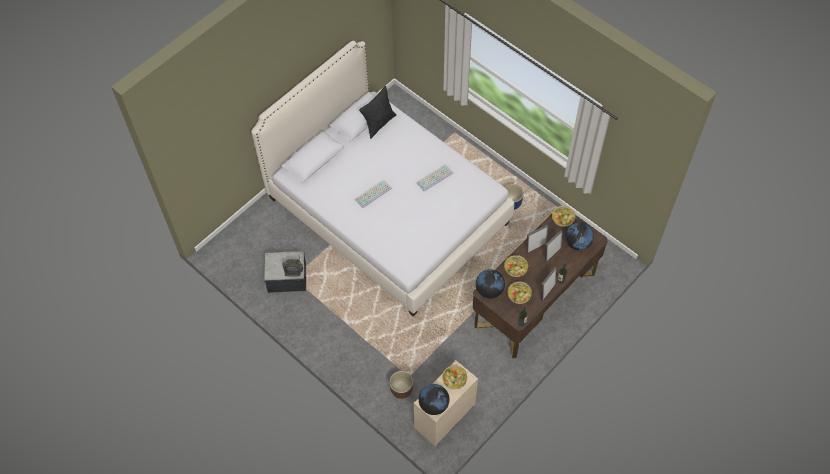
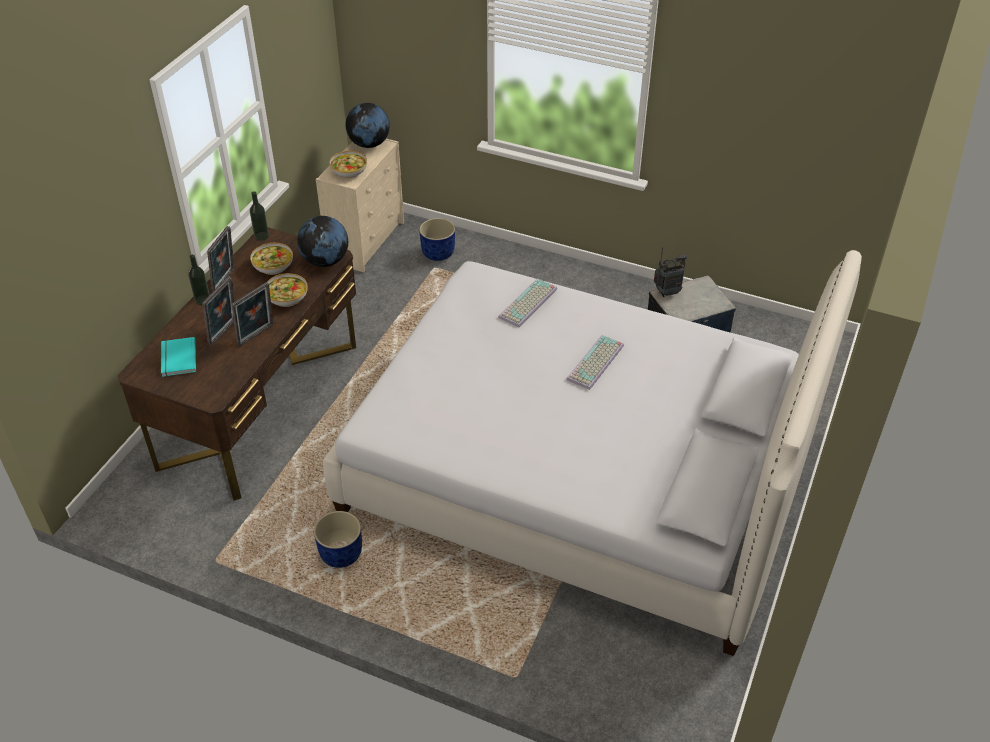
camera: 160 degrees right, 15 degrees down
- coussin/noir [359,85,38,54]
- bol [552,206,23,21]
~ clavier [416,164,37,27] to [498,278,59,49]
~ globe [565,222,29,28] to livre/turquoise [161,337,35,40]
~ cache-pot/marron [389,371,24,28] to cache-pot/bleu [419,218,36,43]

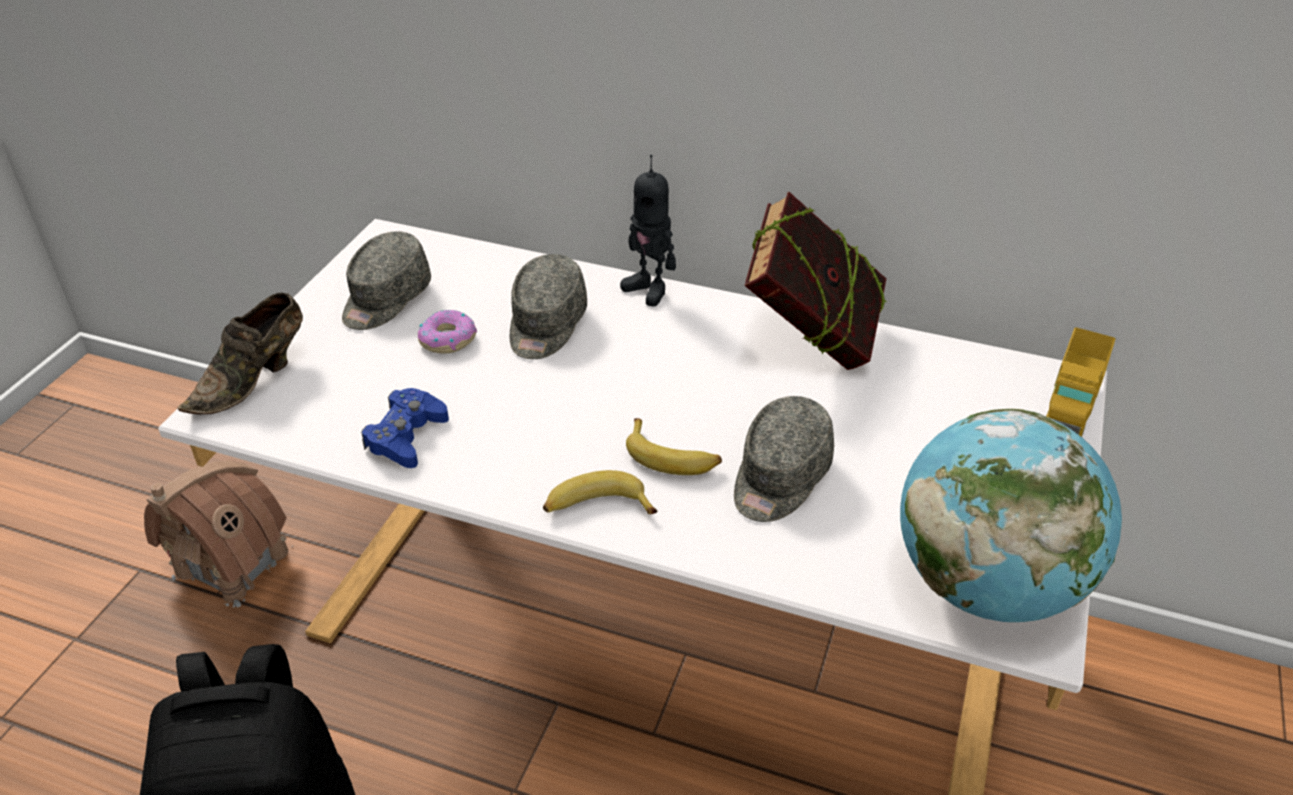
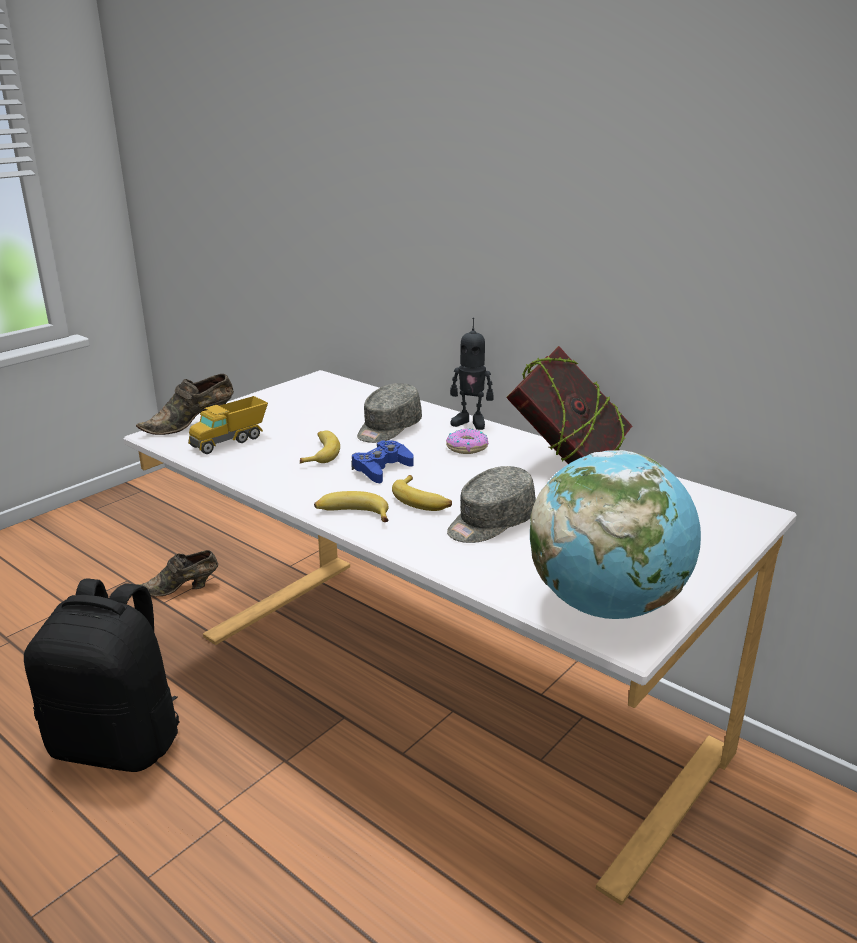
camera: 20 degrees right, 15 degrees down
- casquette/gris [342,231,89,99]
+ banane [300,431,40,32]
~ manette/bleu [361,388,88,80] to [351,440,62,43]
~ beignet [418,310,59,44] to [446,428,43,26]
~ camion jouet [1046,327,70,110] to [188,396,80,58]
~ maison miniature [144,461,149,147] to chaussure/marron [138,550,80,46]
~ robot jouet [620,155,56,151] = [450,318,43,112] 45 degrees counterclockwise

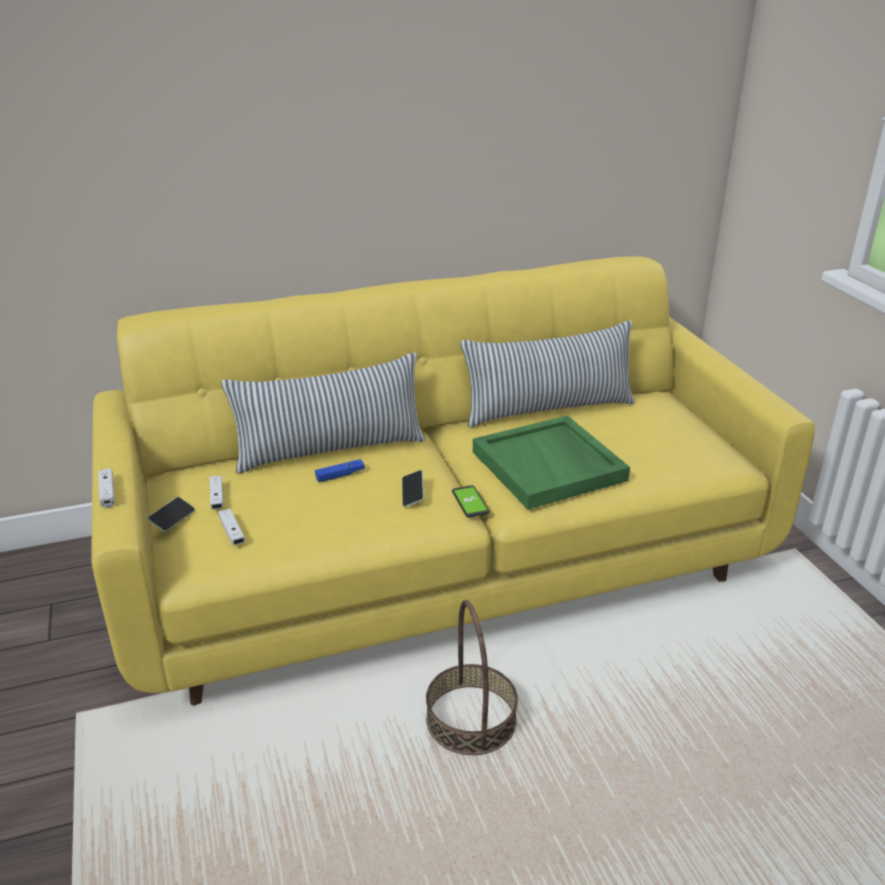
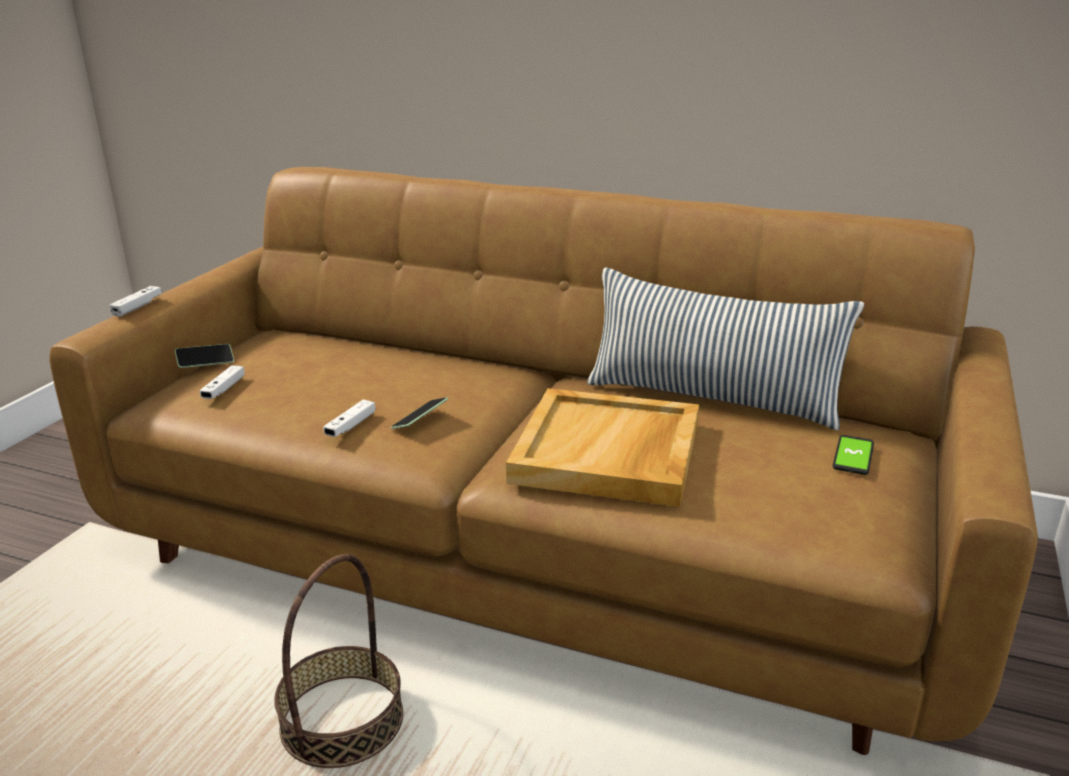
camera: 40 degrees right, 5 degrees down
- coussin [221,353,204,121]
- manette/bleu [315,459,50,23]
~ manette/blanc [210,475,14,35] to [323,400,52,37]
~ téléphone [452,485,38,32] to [833,435,41,40]
~ canapé/jaune [91,256,724,450] to canapé/marron [49,167,989,588]
~ plateau/vert [473,415,157,94] to plateau/beige [506,388,193,119]

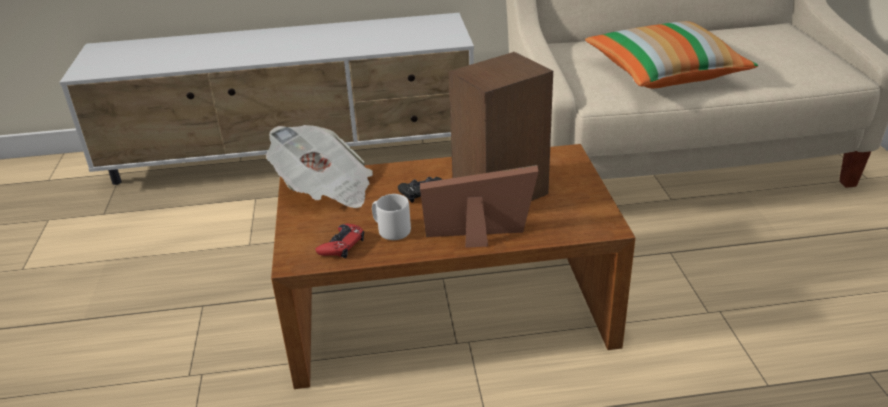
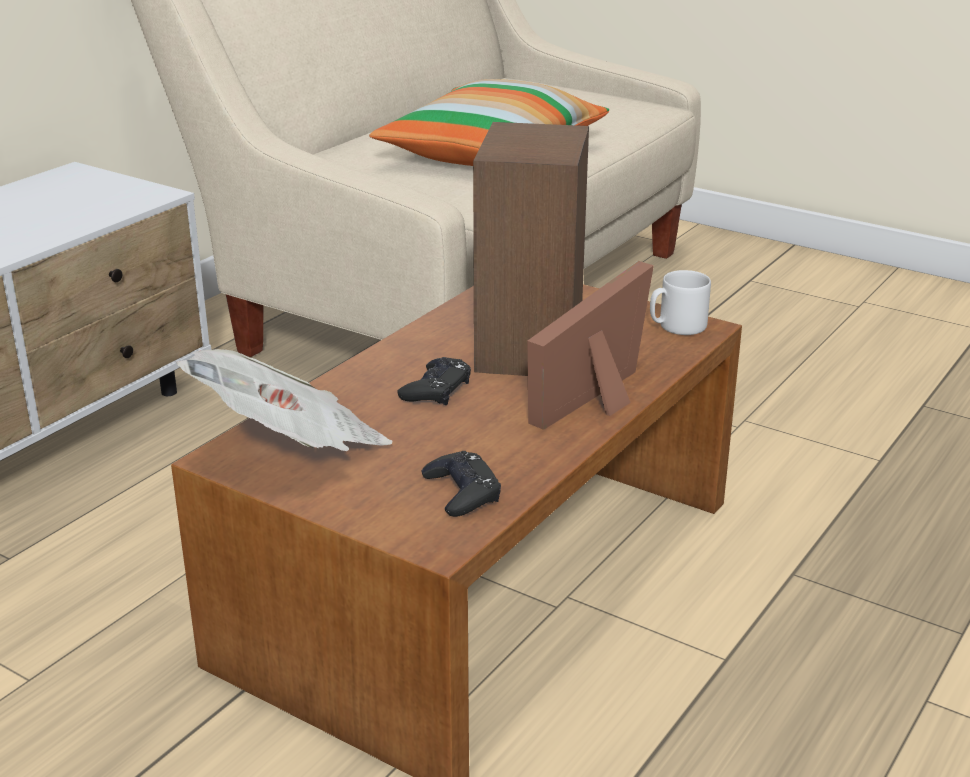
camera: 50 degrees left, 5 degrees down
~ mug/gris [372,194,39,46] to [650,270,61,65]
~ manette/rouge [315,224,49,34] to manette/noir [421,451,80,66]

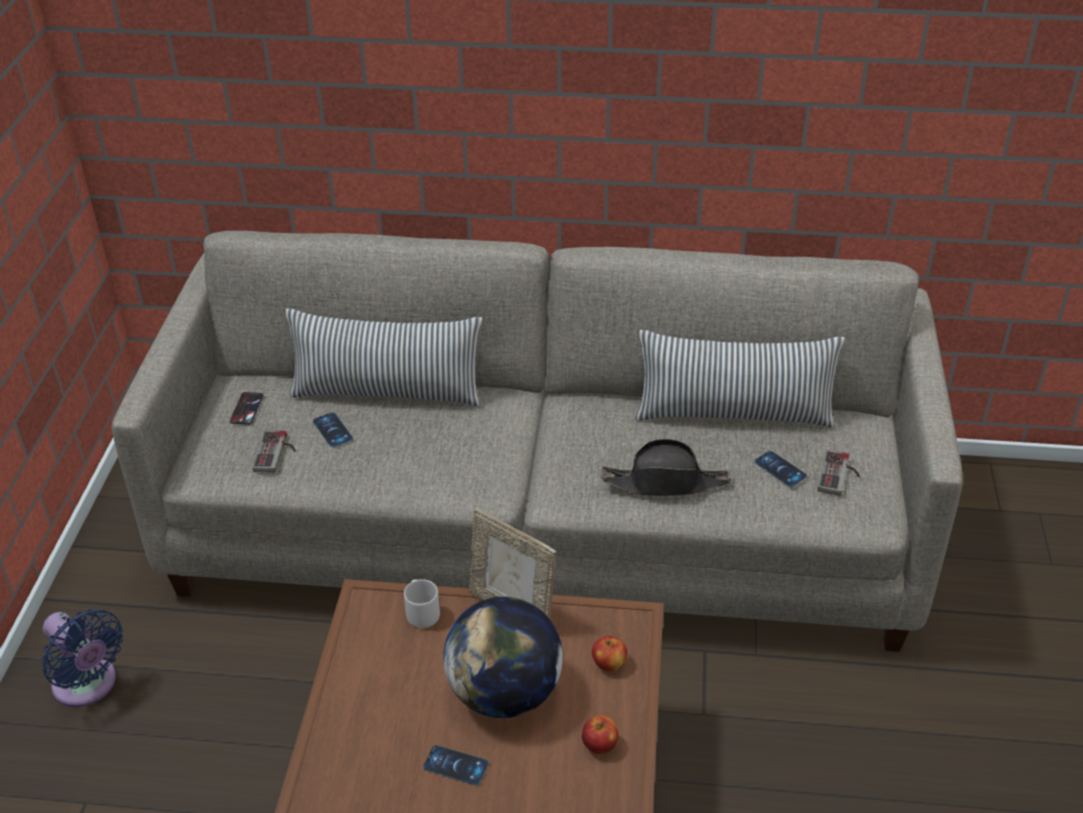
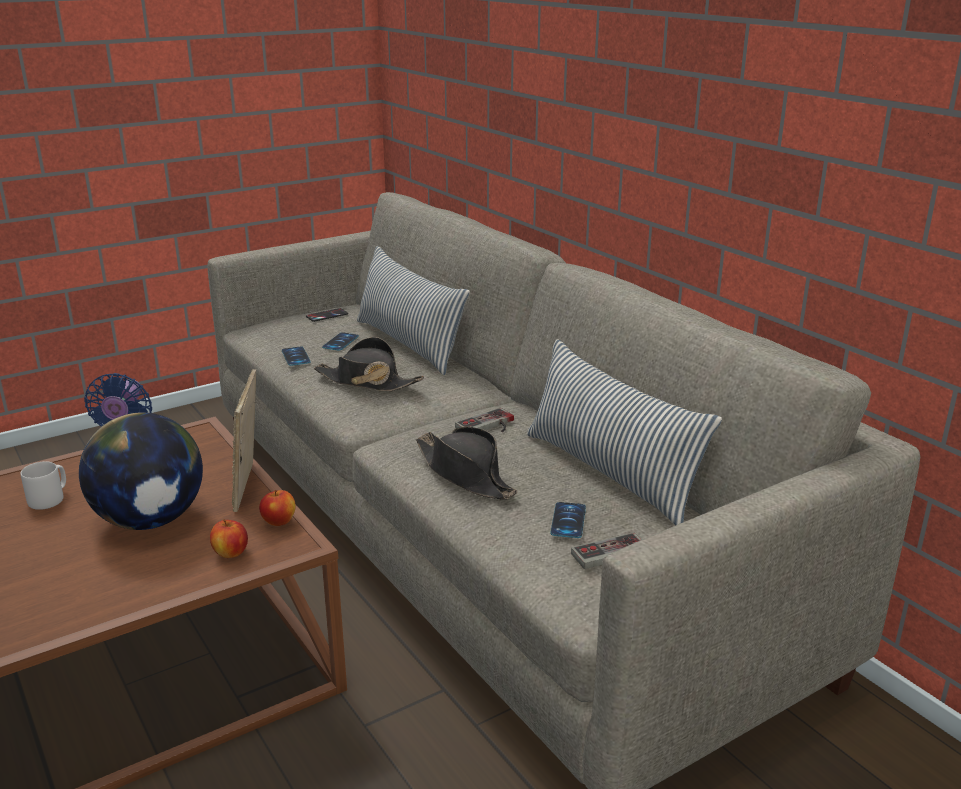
camera: 50 degrees right, 15 degrees down
+ chapeau/noir [314,337,110,54]
~ manette [253,430,43,43] to [455,408,59,24]
~ mug/gris [404,579,36,49] to [20,461,46,49]
~ téléphone [423,745,66,40] to [282,346,29,20]
~ pomme [582,715,37,39] to [259,490,37,36]

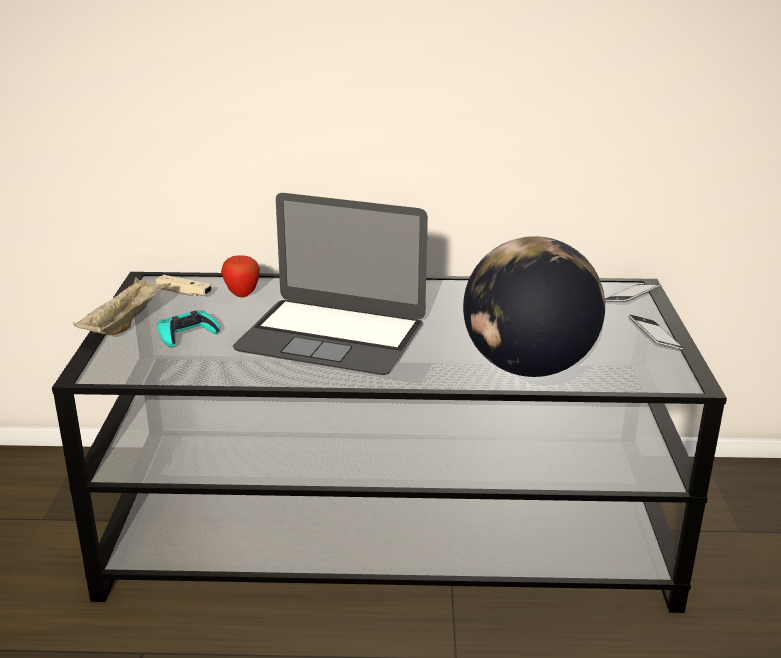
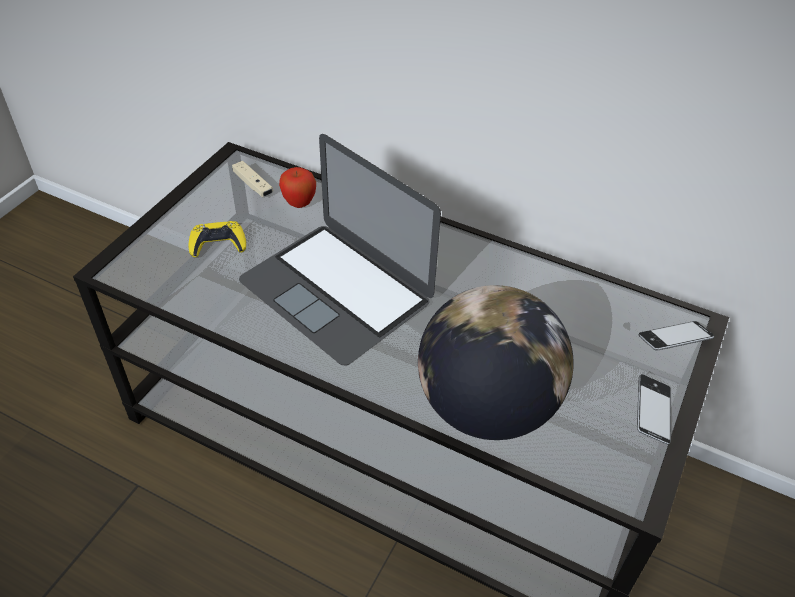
camera: 25 degrees right, 20 degrees up
- plateau/beige [73,277,98,58]
~ manette/turquoise [157,310,63,37] to manette/jaune [189,221,57,36]

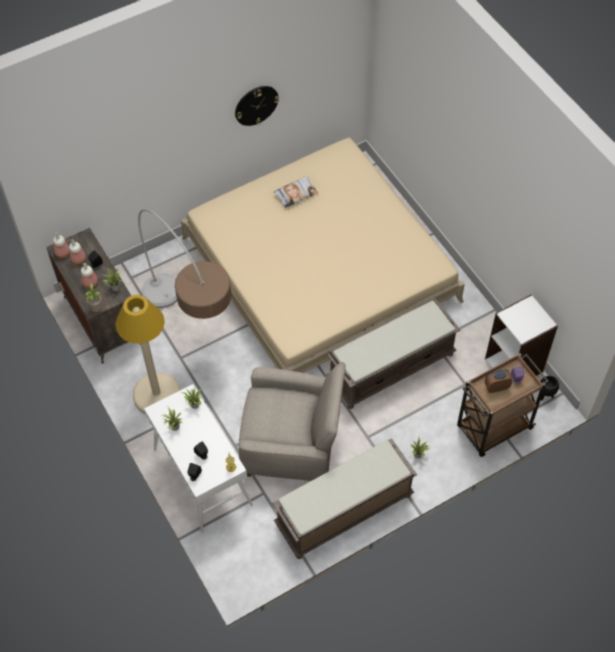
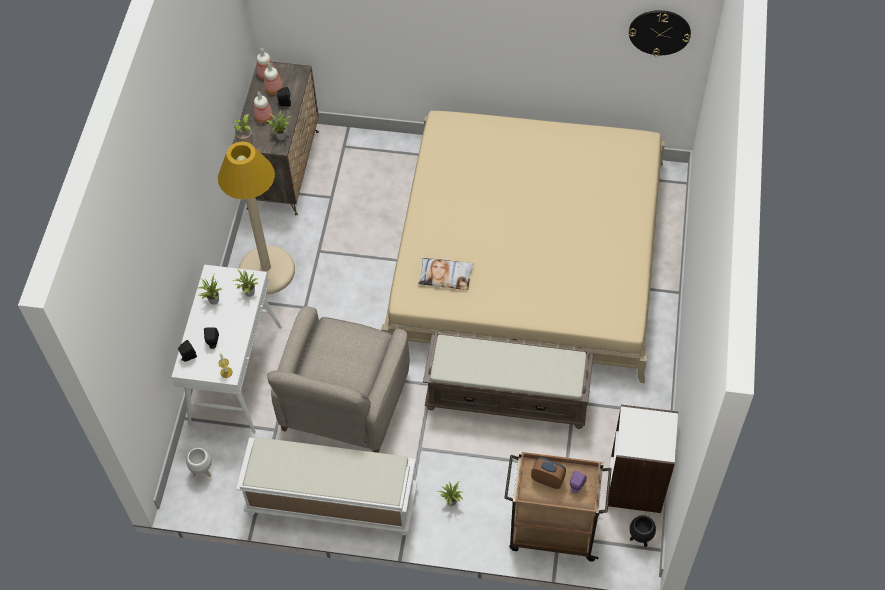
camera: 40 degrees right, 0 degrees up
- lampadaire [138,209,94,110]
+ cache-pot/blanc [186,448,26,29]
~ horloge murale [235,86,44,40] to [629,10,62,46]
~ coussin [274,176,44,32] to [418,258,56,32]
~ banc/marron [272,438,145,121] to banc/blanc [236,437,182,99]
~ fauteuil/beige [239,362,107,119] = [267,306,143,147] 60 degrees clockwise

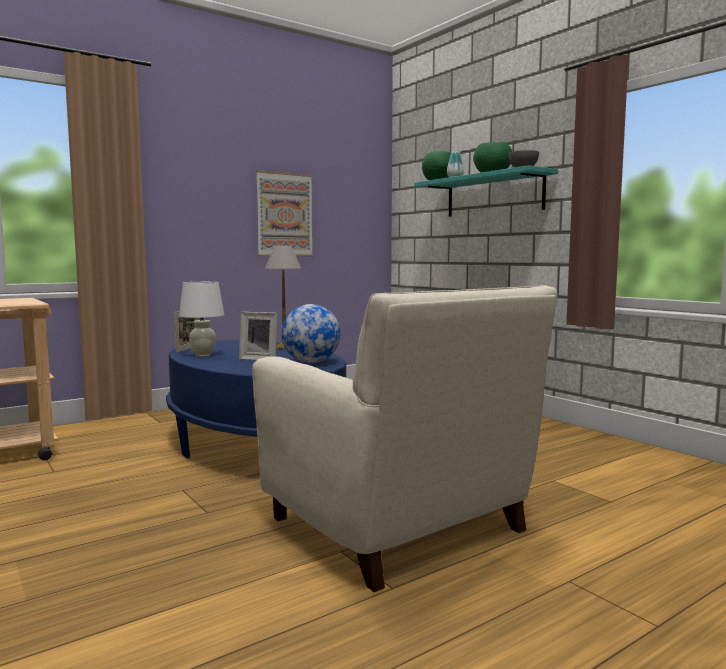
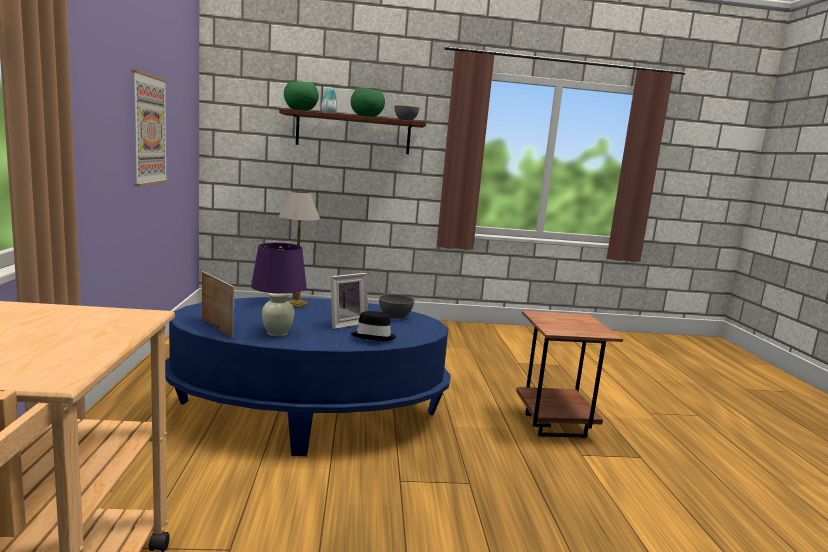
camera: 60 degrees left, 5 degrees up
+ chapeau/noir [351,311,45,30]
~ fauteuil/beige [252,285,305,307] to table d'appoint/marron [516,310,107,128]
~ globe [282,304,58,59] to bol/gris [379,294,35,25]
~ lampe de table/blanc [179,282,45,75] to lampe de table/violet [251,243,56,94]
~ étagère/turquoise [414,165,144,52] to étagère/marron [279,109,147,45]

